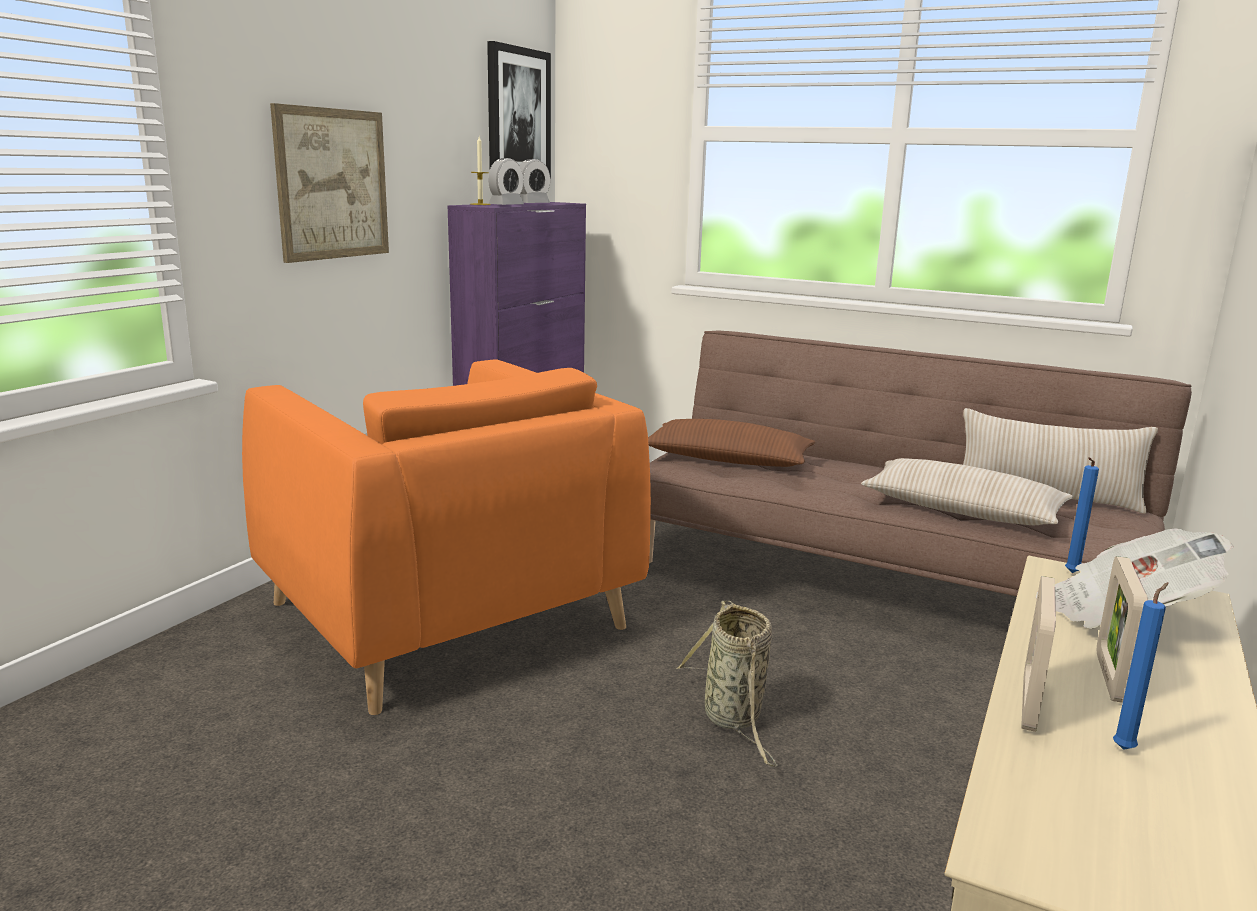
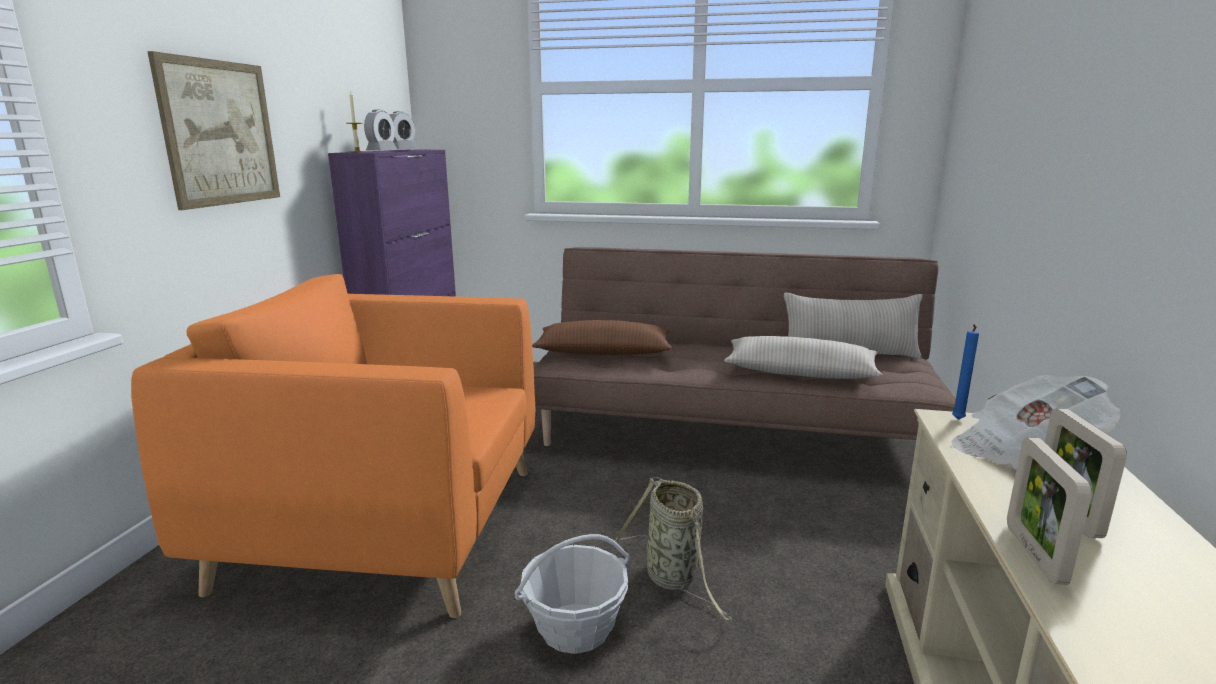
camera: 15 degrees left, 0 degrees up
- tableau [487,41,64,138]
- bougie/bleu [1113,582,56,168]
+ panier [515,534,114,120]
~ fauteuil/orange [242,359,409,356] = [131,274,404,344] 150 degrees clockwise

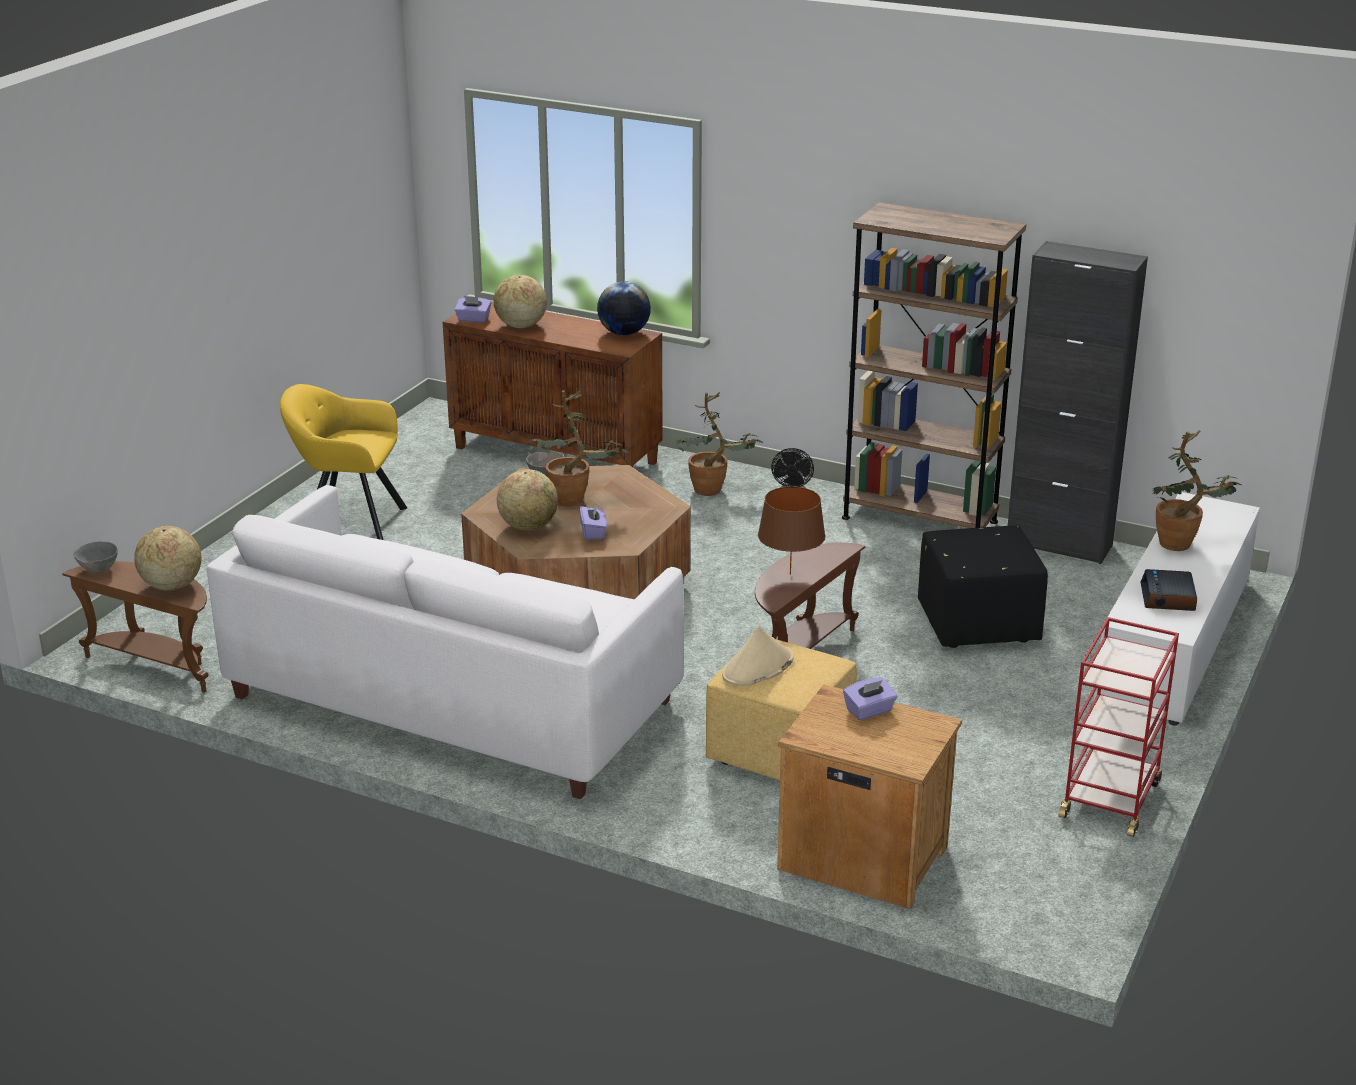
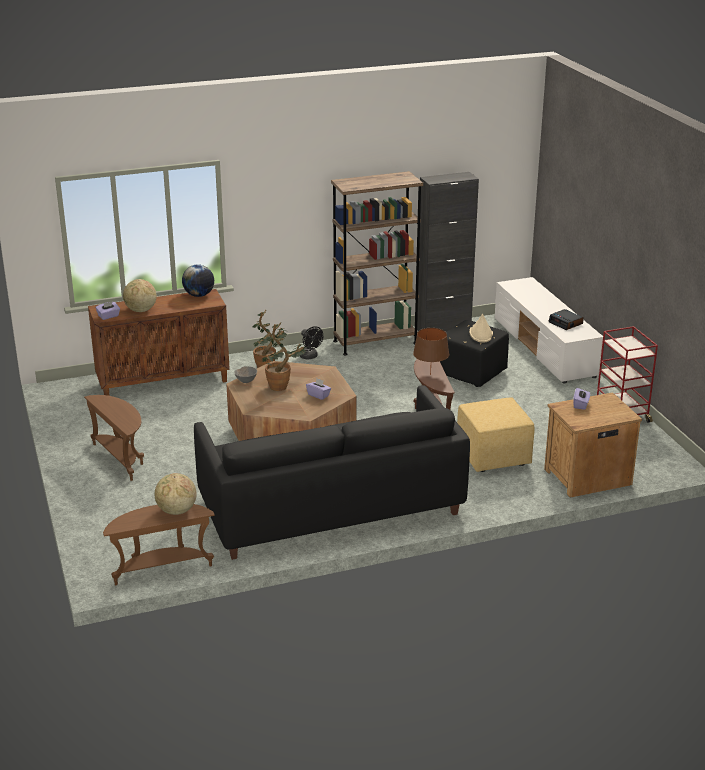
camera: 45 degrees left, 0 degrees up
- bol/gris [74,541,44,32]
- globe [497,469,61,62]
- plante en pot [1151,430,92,121]
~ chapeau/beige [722,626,72,60] to [469,314,24,29]
~ fauteuil/jaune [280,384,127,156] to table d'appoint/marron [84,395,60,86]
~ canapé/blanc [207,485,477,314] to canapé/noir [194,385,276,175]

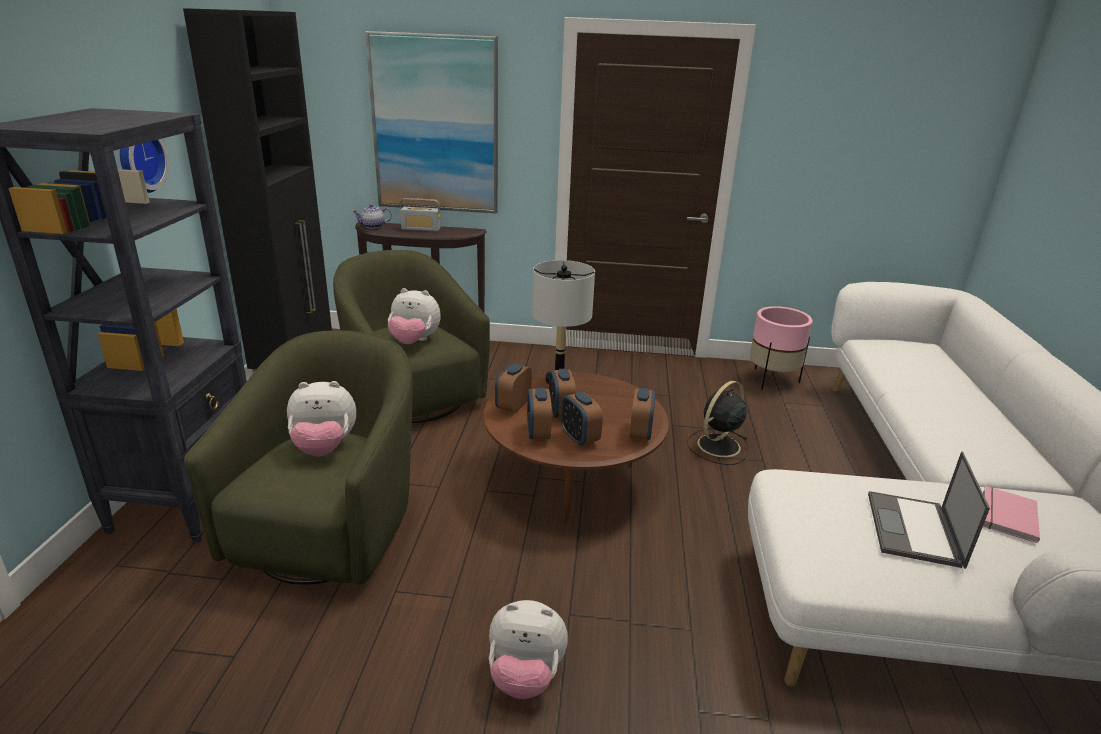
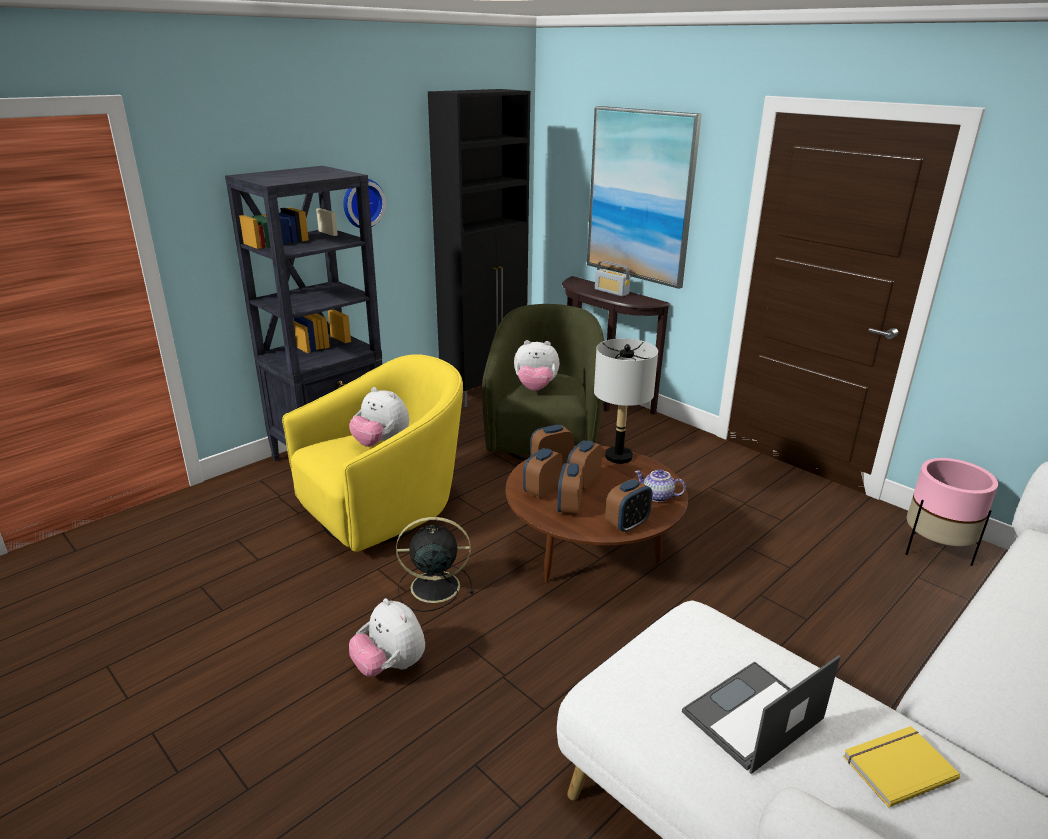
camera: 40 degrees right, 0 degrees up
~ théière [352,204,40,25] to [635,469,51,33]
~ ventilateur/noir [687,381,61,84] to [396,517,78,95]
~ fauteuil/vert [184,330,229,255] to fauteuil/jaune [282,354,181,198]
~ livre/rose [983,486,57,57] to livre/jaune [843,726,117,82]
~ peluche [388,288,53,56] = [514,340,45,51] 45 degrees counterclockwise

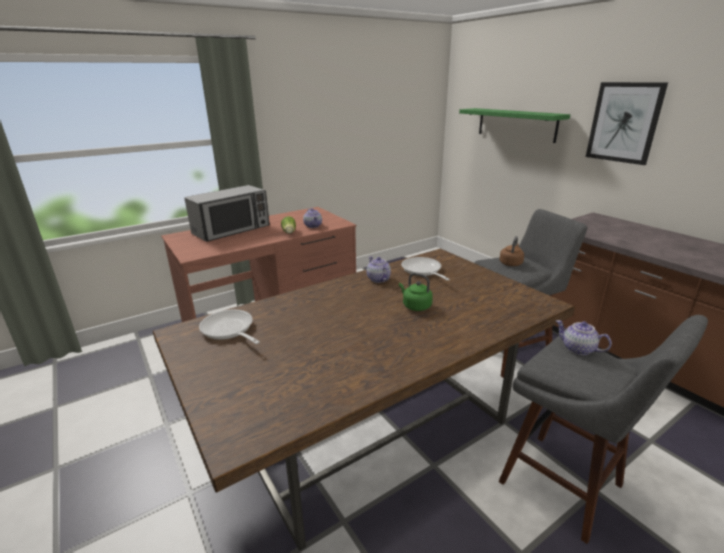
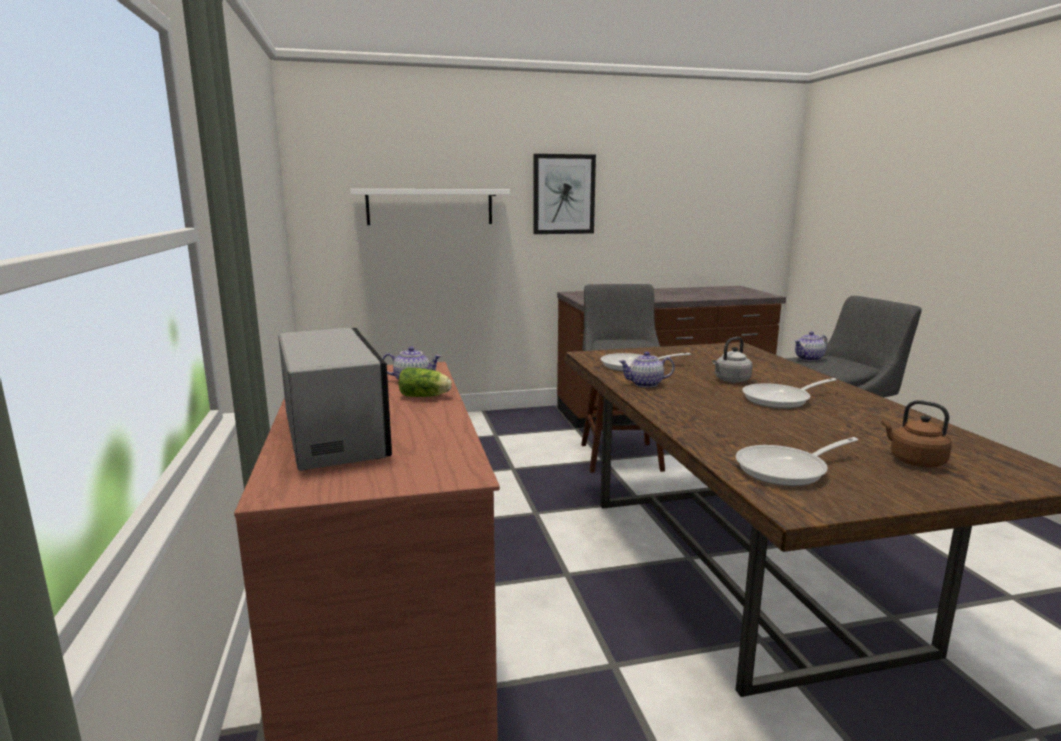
camera: 70 degrees left, 10 degrees down
+ poêle [742,378,94,31]
~ bouilloire/marron [499,236,25,30] to [881,400,71,67]
~ bouilloire/vert [399,273,34,38] to bouilloire/gris [712,337,41,46]
~ étagère/vert [459,108,111,35] to étagère/blanc [350,189,160,36]

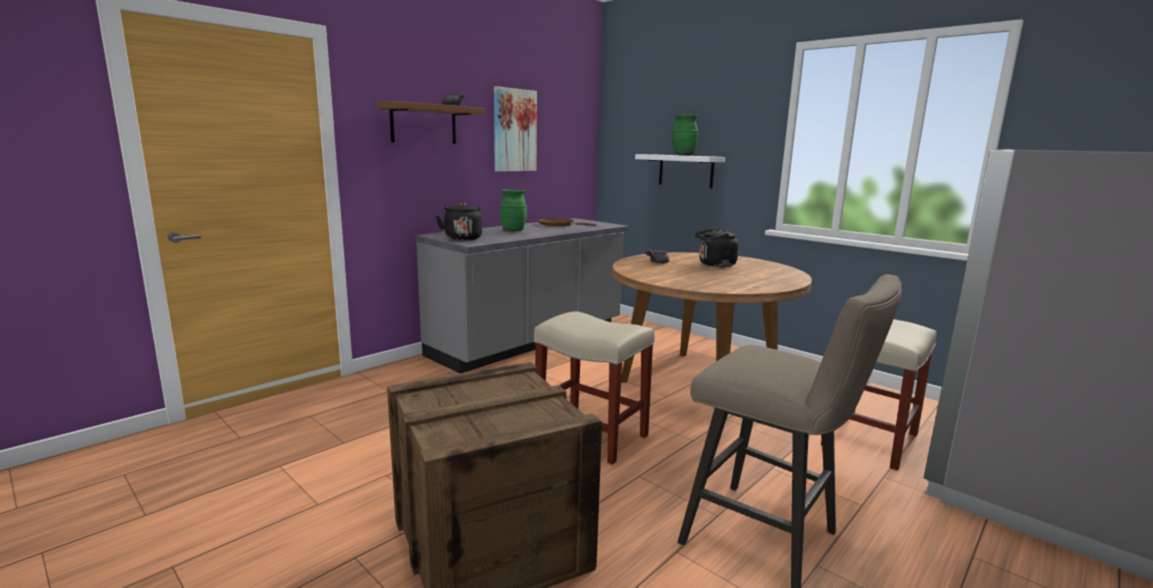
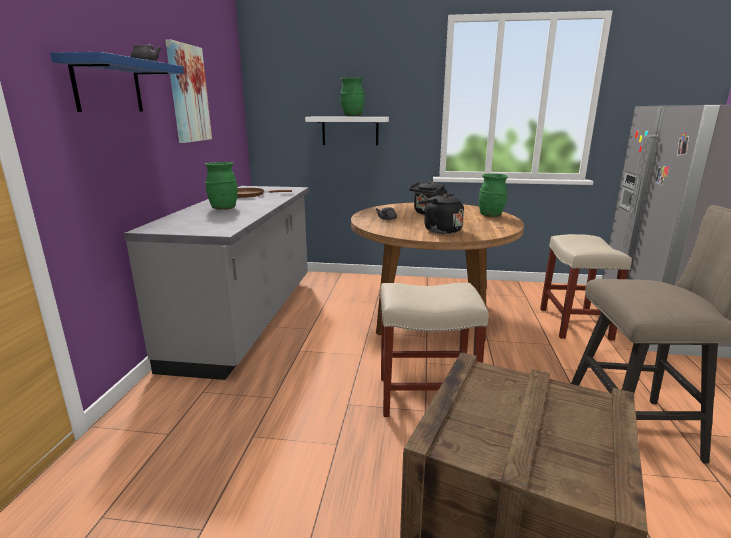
camera: 35 degrees left, 5 degrees up
+ vase/vert [479,174,29,43]
~ bouilloire/noir [436,202,46,39] to [418,194,46,40]
~ étagère/marron [376,101,110,43] to étagère/bleu [50,52,134,60]

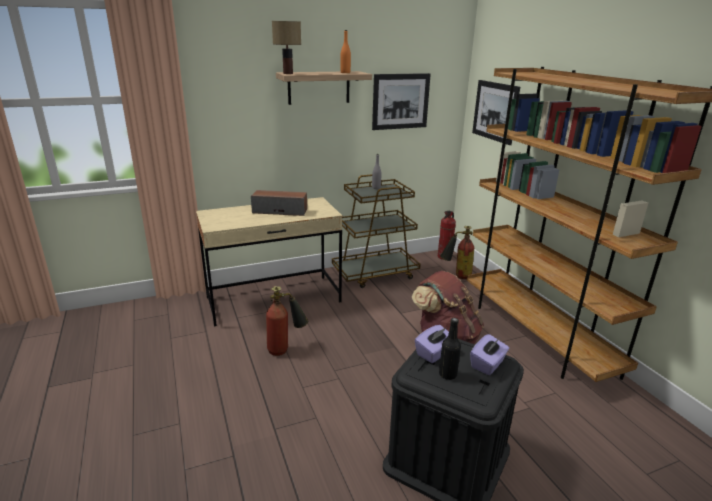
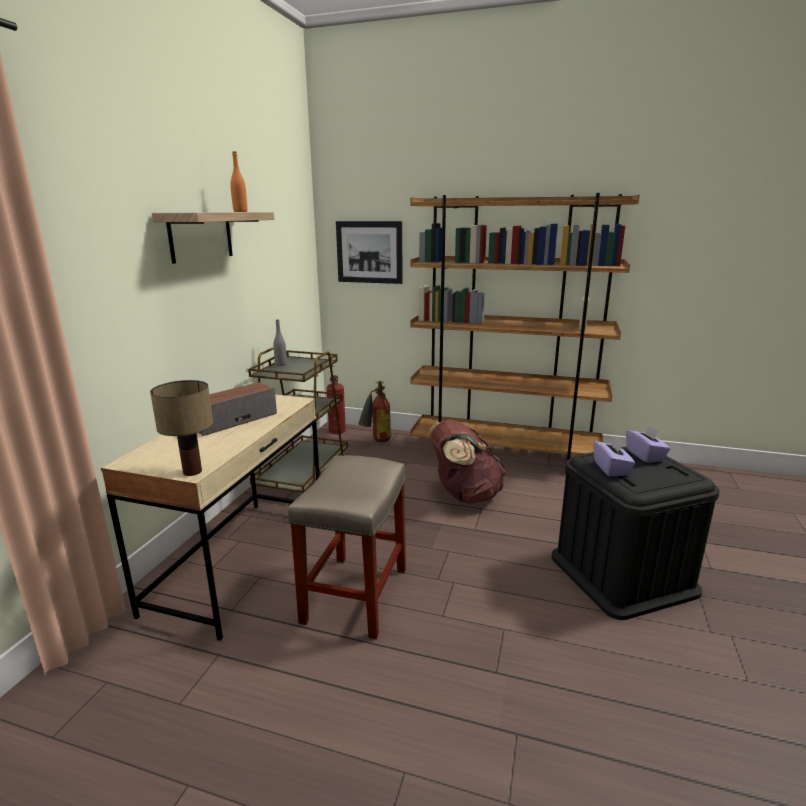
camera: 50 degrees left, 5 degrees down
- tableau [372,73,59,57]
- bouteille/noir [439,318,22,62]
~ lampe de table [272,21,29,53] to [150,380,63,96]
~ extincteur [266,286,42,70] to tabouret/beige [288,455,118,184]

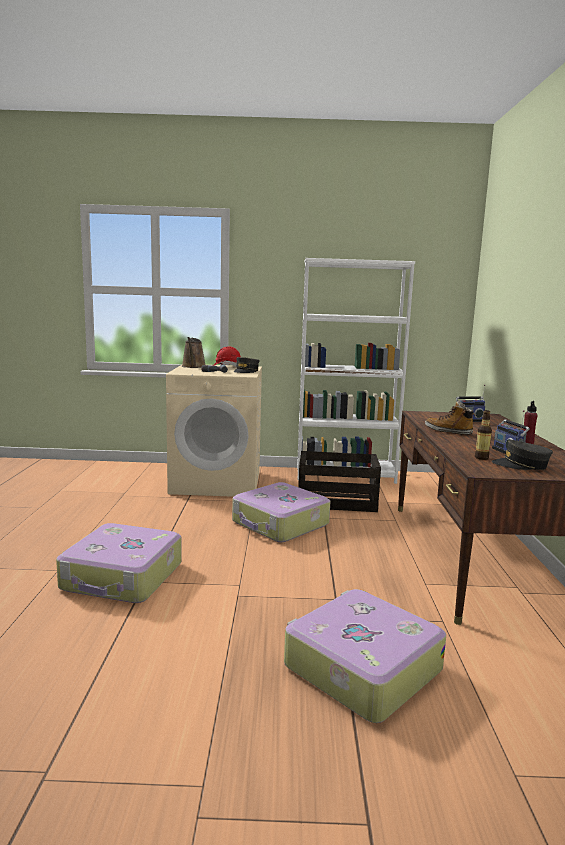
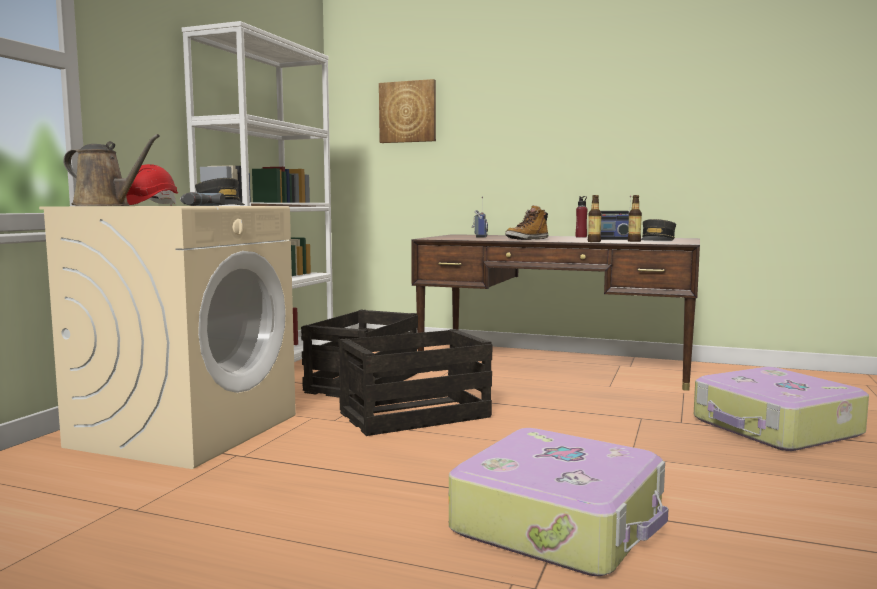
camera: 70 degrees left, 5 degrees down
+ tableau [379,79,57,64]
+ bouteille [588,195,14,47]
~ valise [232,482,98,60] to caisse [338,329,154,107]

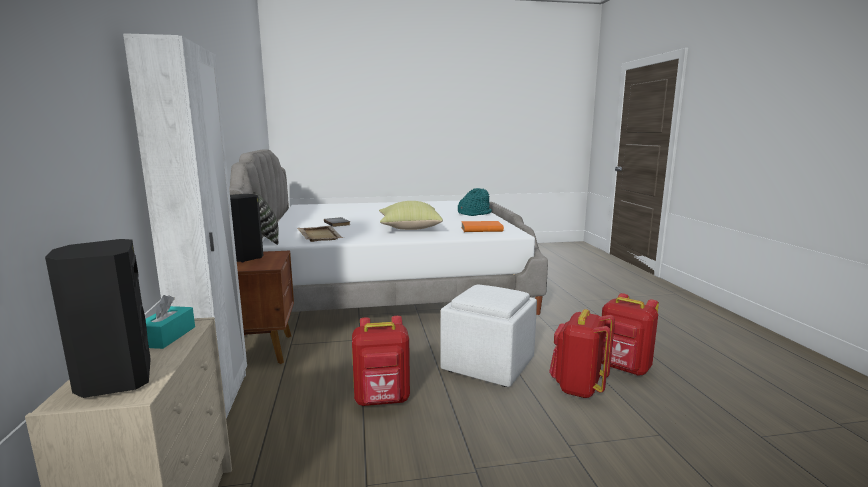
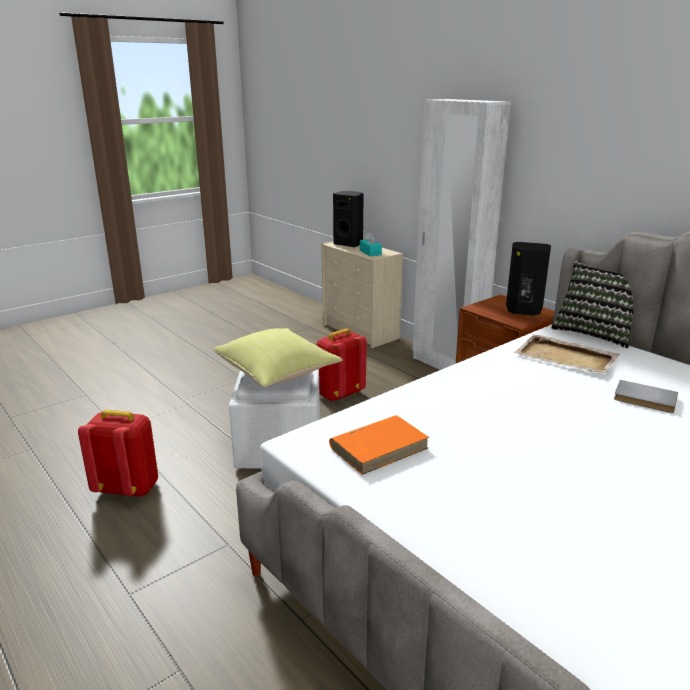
camera: 150 degrees right, 10 degrees up
- chapeau/turquoise [458,188,34,28]
- sac à dos/rouge [549,309,66,89]
~ coussin/jaune [379,201,64,29] to [214,328,129,59]

